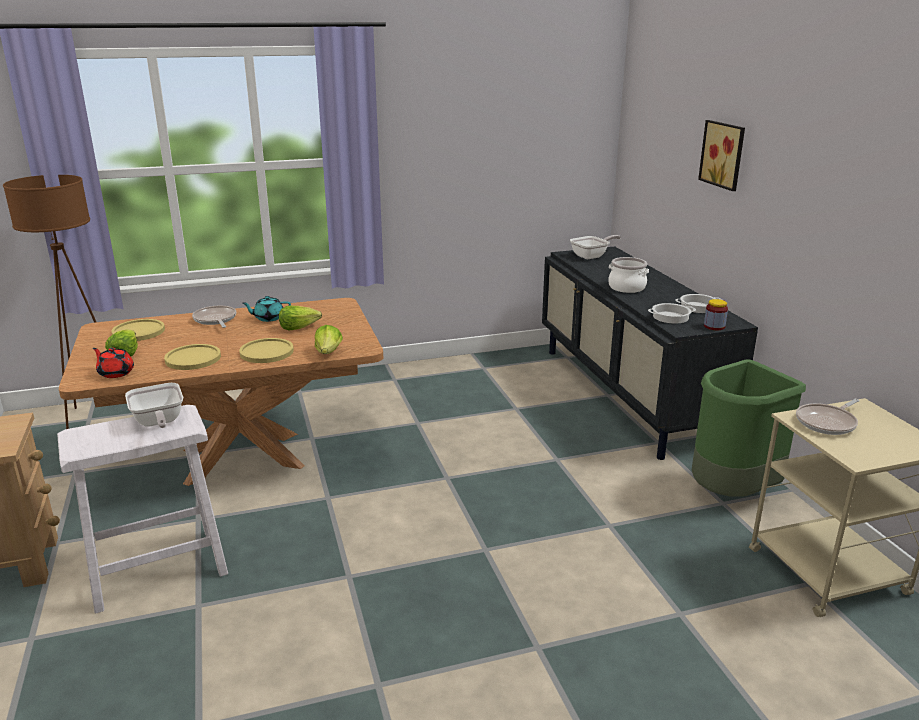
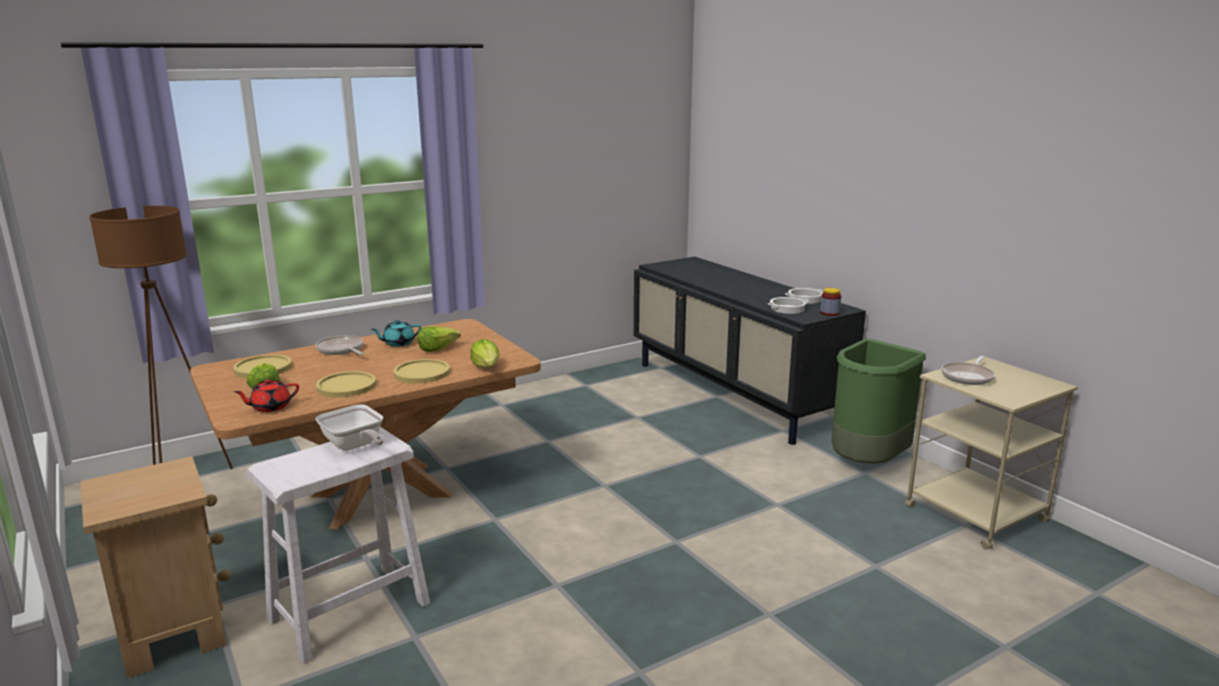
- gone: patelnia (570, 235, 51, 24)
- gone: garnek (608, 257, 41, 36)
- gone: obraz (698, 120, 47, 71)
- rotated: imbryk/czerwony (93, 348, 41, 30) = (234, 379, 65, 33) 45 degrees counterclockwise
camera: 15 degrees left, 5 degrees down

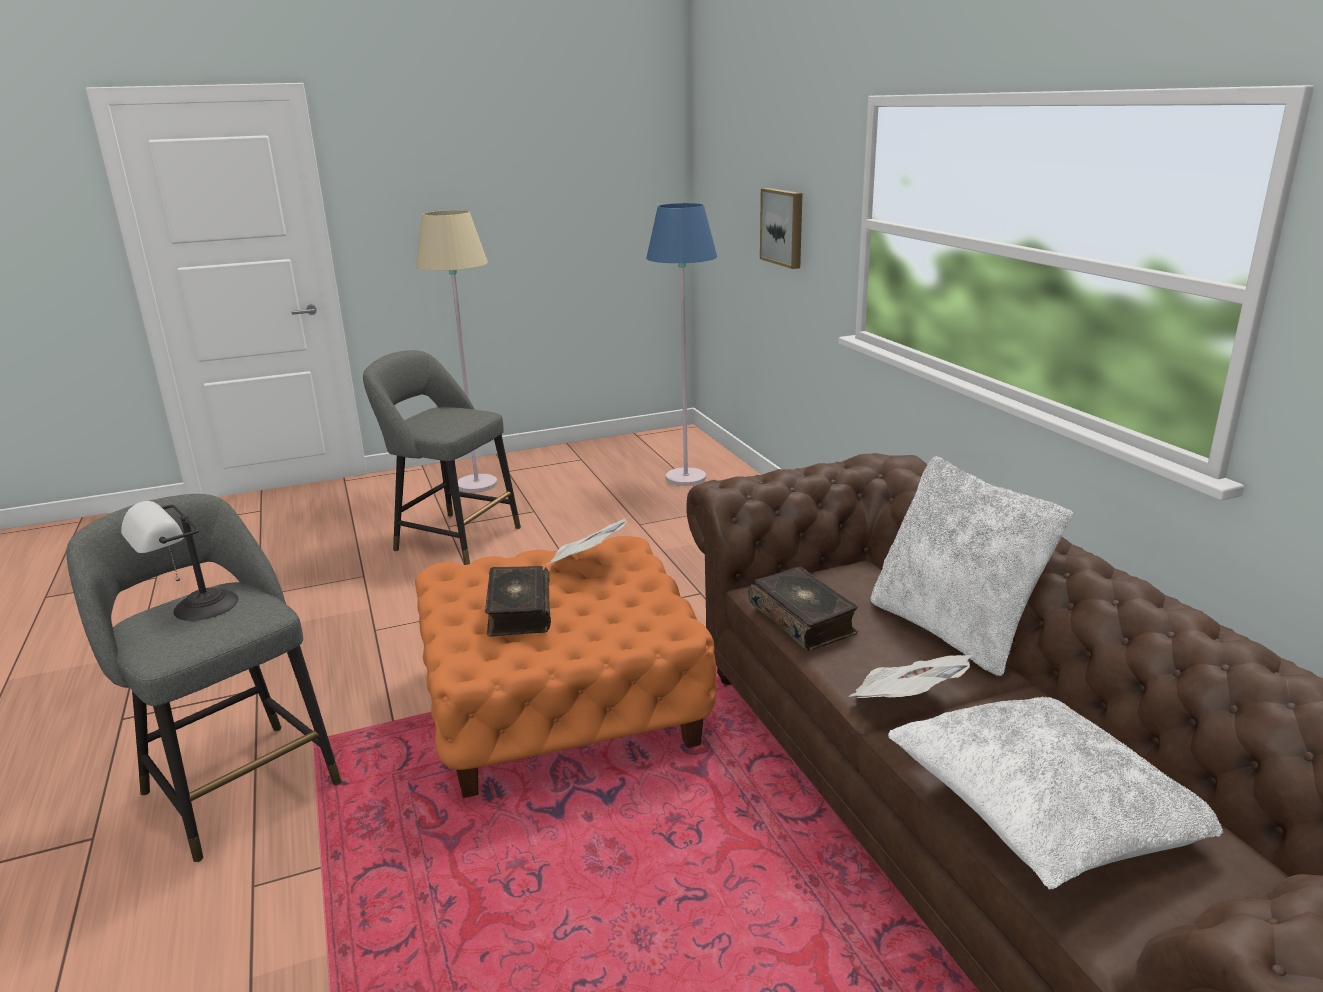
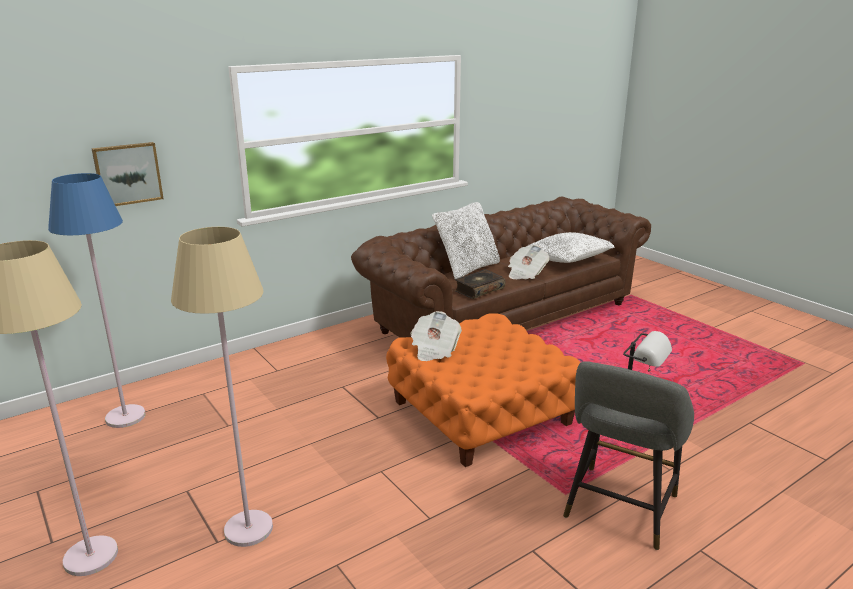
- gone: książka (485, 566, 66, 70)
- swapped: stołek/szary (363, 350, 158, 215) to lampa stojąca/beżowy (171, 227, 102, 320)
camera: 105 degrees left, 0 degrees up

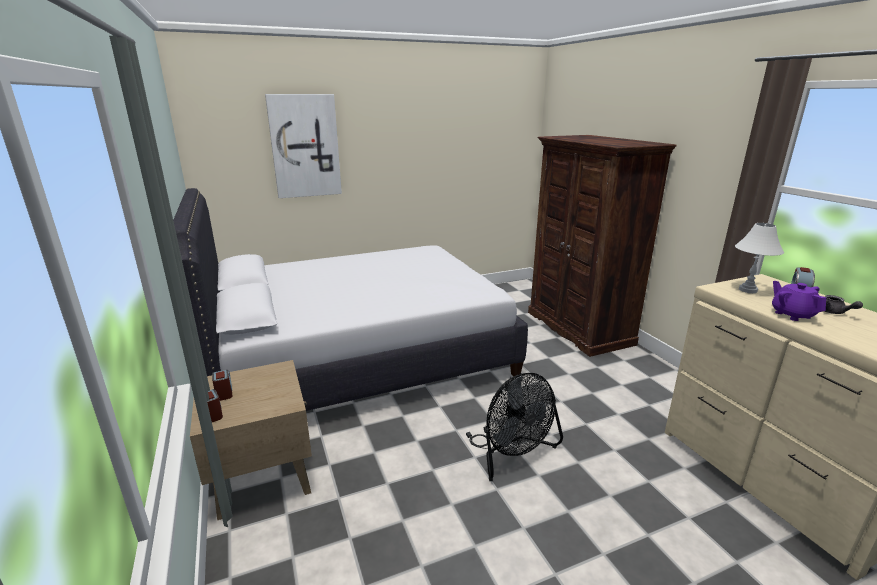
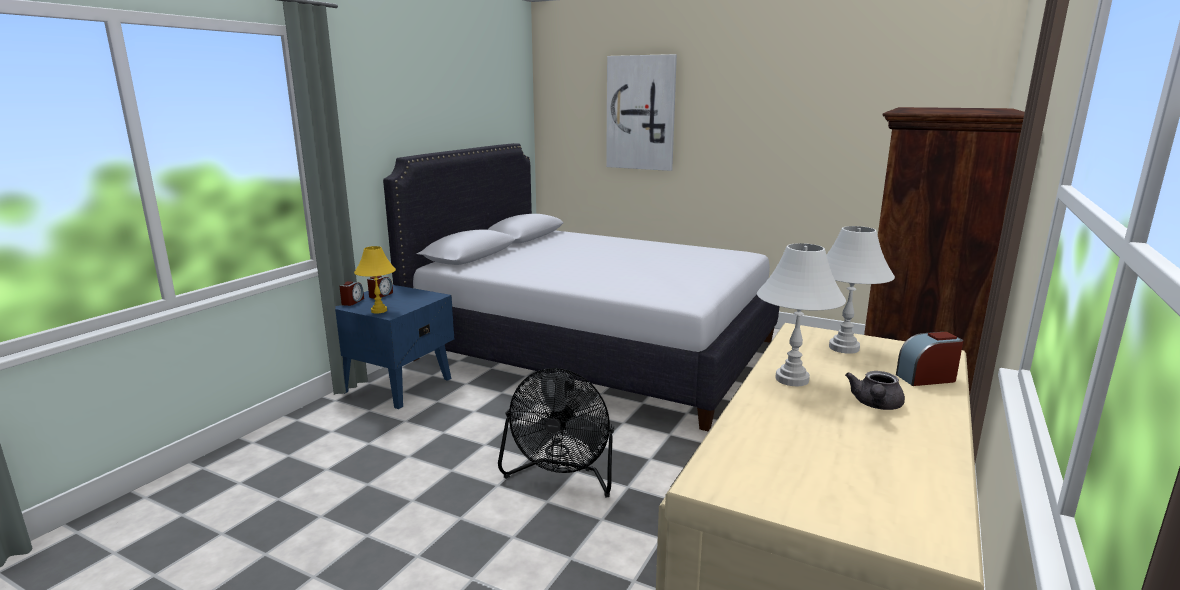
- new: lampa stołowa/żółty (354, 246, 42, 67)
- swapped: imbryk/fioletowy (772, 281, 54, 40) to lampa stołowa/biały (757, 243, 89, 143)
- repainted: szafka nocna/beżowy (190, 360, 122, 160) to szafka nocna/niebieski (335, 285, 119, 124)
camera: 50 degrees right, 5 degrees down

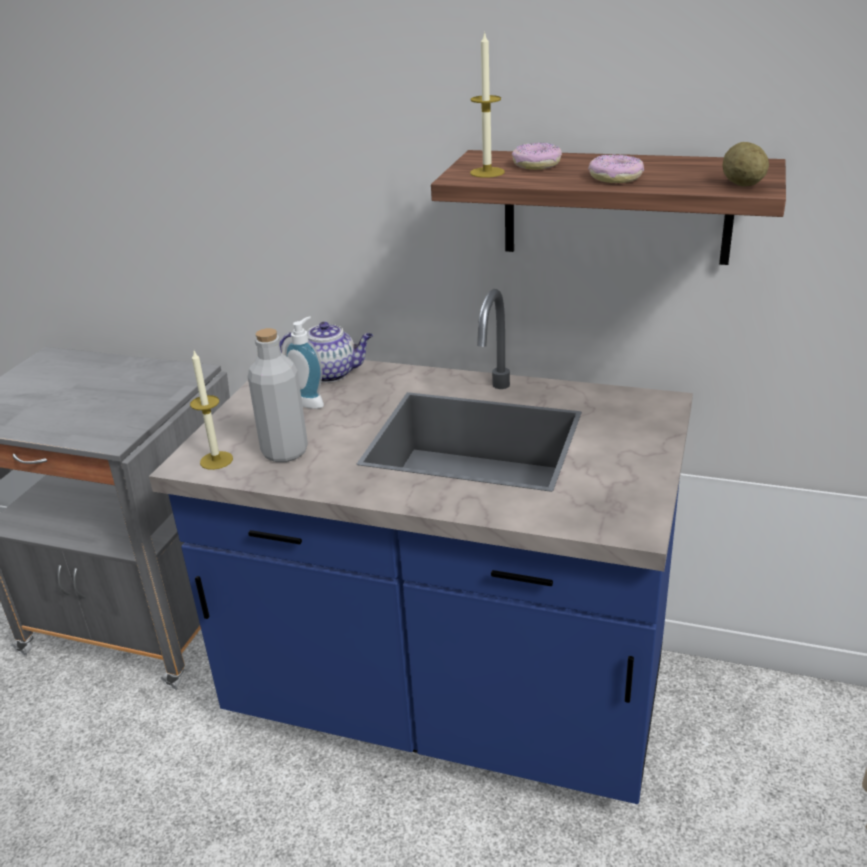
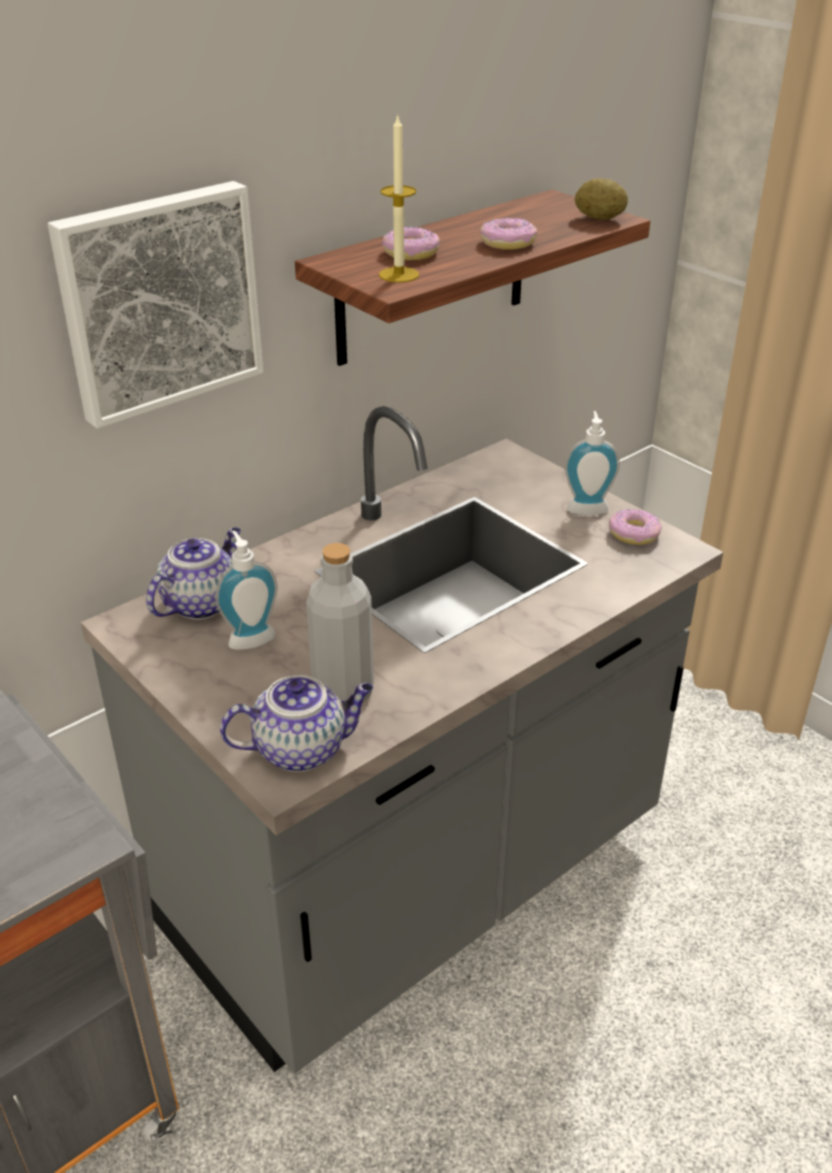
- new: obraz (47, 181, 216, 247)
- new: dozownik mydła (565, 411, 55, 104)
- new: donut (609, 509, 53, 36)
- swapped: świeca (190, 351, 43, 119) to imbryk (220, 675, 153, 97)
- repainted: zabudowa kuchenna/niebieski (149, 289, 544, 515) to zabudowa kuchenna/szary (81, 406, 642, 668)
camera: 60 degrees left, 5 degrees up

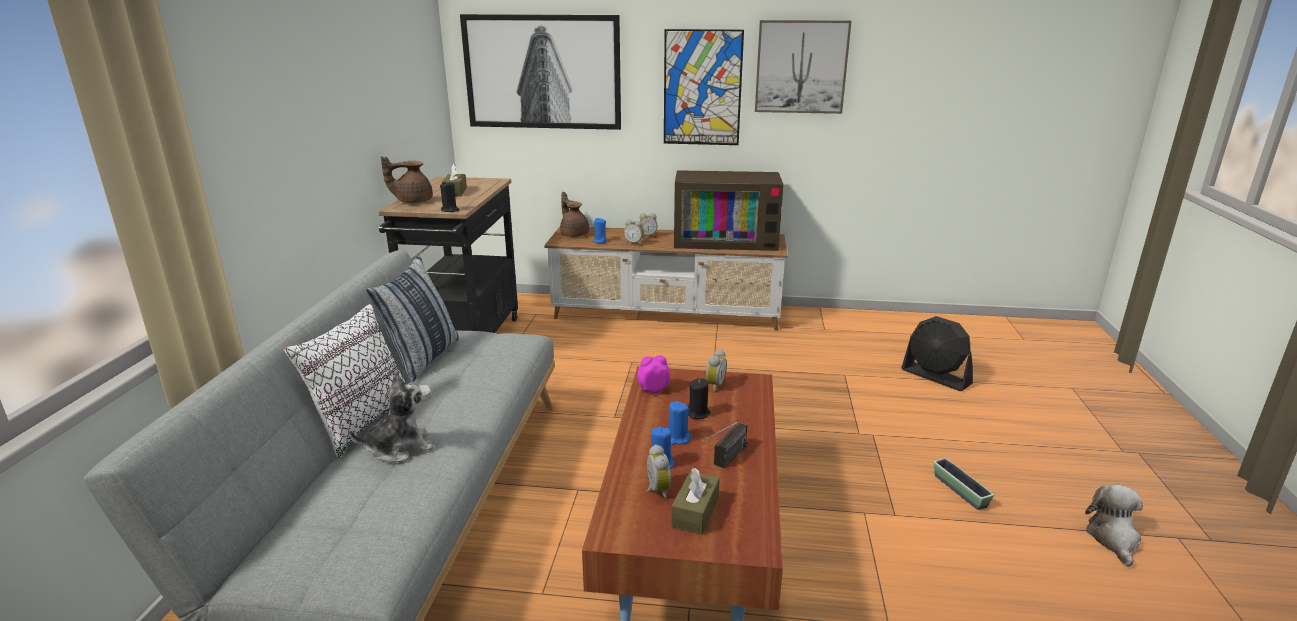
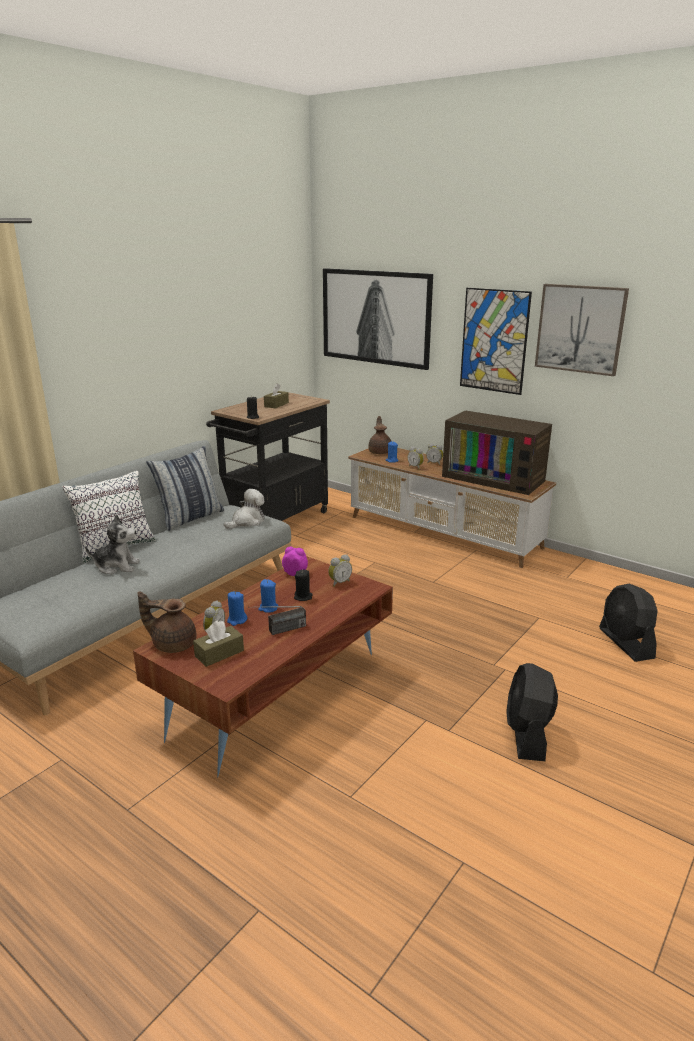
- shifted: imbryk/brązowy (381, 156, 52, 47) to (138, 591, 59, 62)
- shifted: pluszak (1085, 484, 58, 83) to (224, 489, 40, 40)
- swapped: donica (934, 458, 60, 52) to wentylator/czarny (506, 663, 52, 98)
camera: 30 degrees right, 0 degrees up

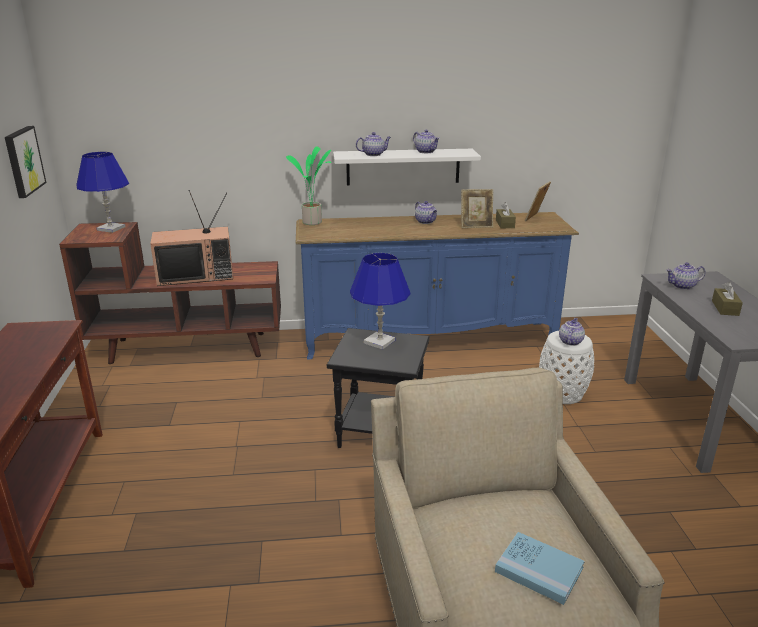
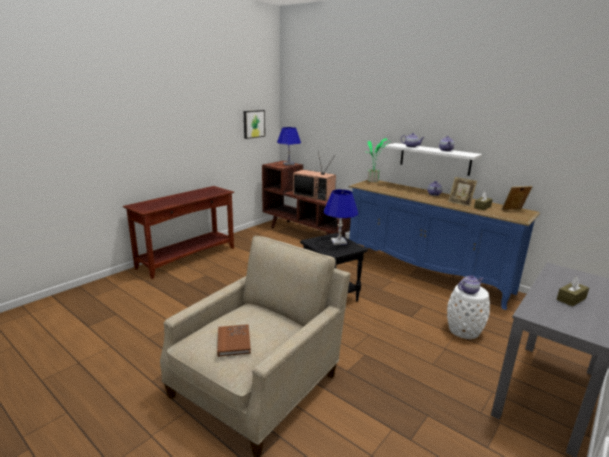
- gone: imbryk (666, 262, 40, 28)
- repainted: książka/niebieski (495, 532, 90, 73) to książka/brązowy (217, 324, 34, 33)
camera: 45 degrees right, 5 degrees down

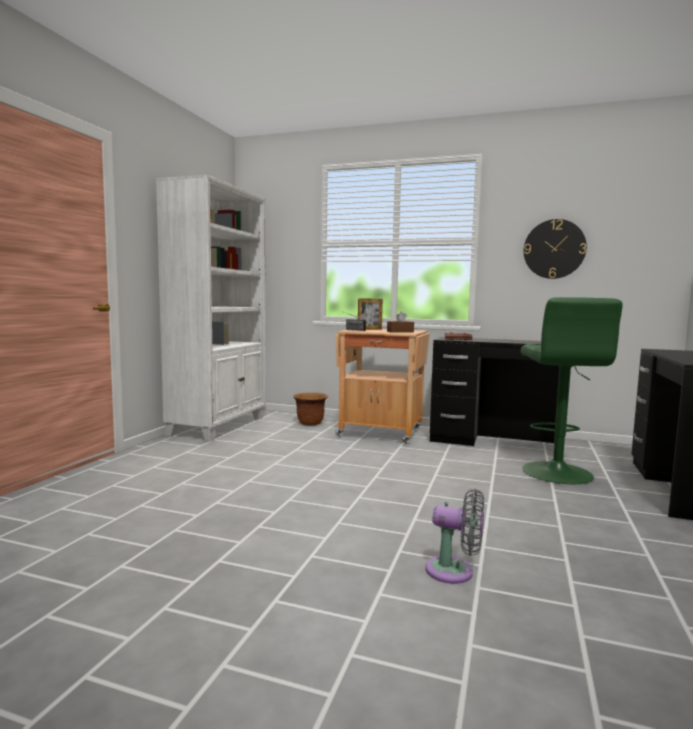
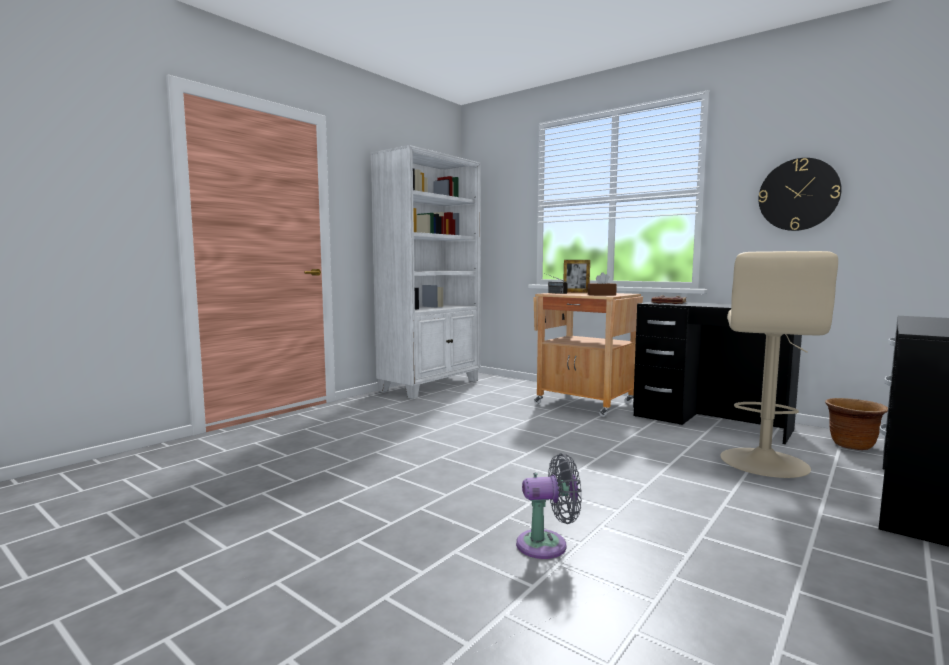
- shifted: donica/brązowy (294, 392, 34, 34) to (825, 398, 63, 52)
- repainted: stołek/zielony (521, 297, 102, 187) to stołek/beżowy (720, 251, 118, 227)
- rotated: wentylator/szary (425, 489, 59, 95) = (516, 453, 66, 106) 45 degrees counterclockwise
camera: 20 degrees right, 0 degrees up

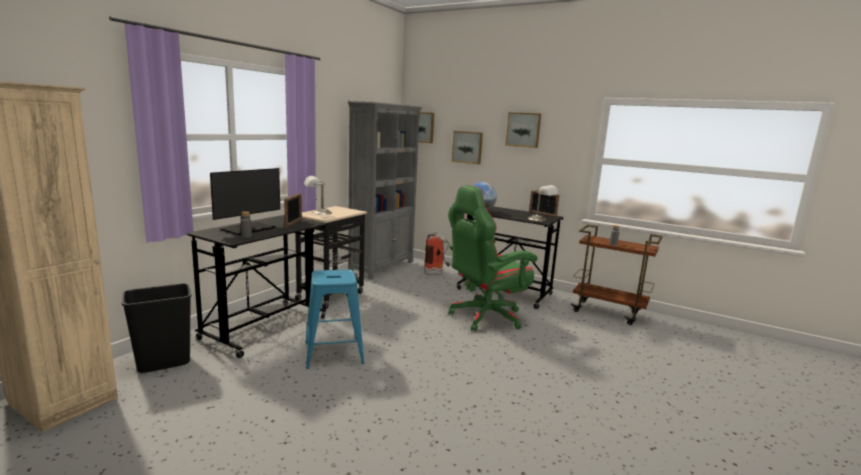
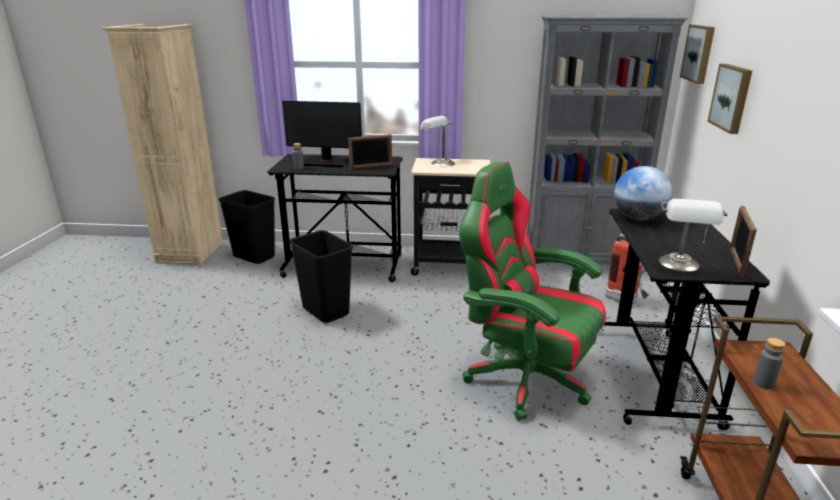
- gone: obraz (505, 112, 36, 36)
- swapped: stołek/niebieski (305, 269, 59, 100) to kosz na śmieci/czarny (289, 230, 64, 93)
camera: 65 degrees right, 10 degrees up

